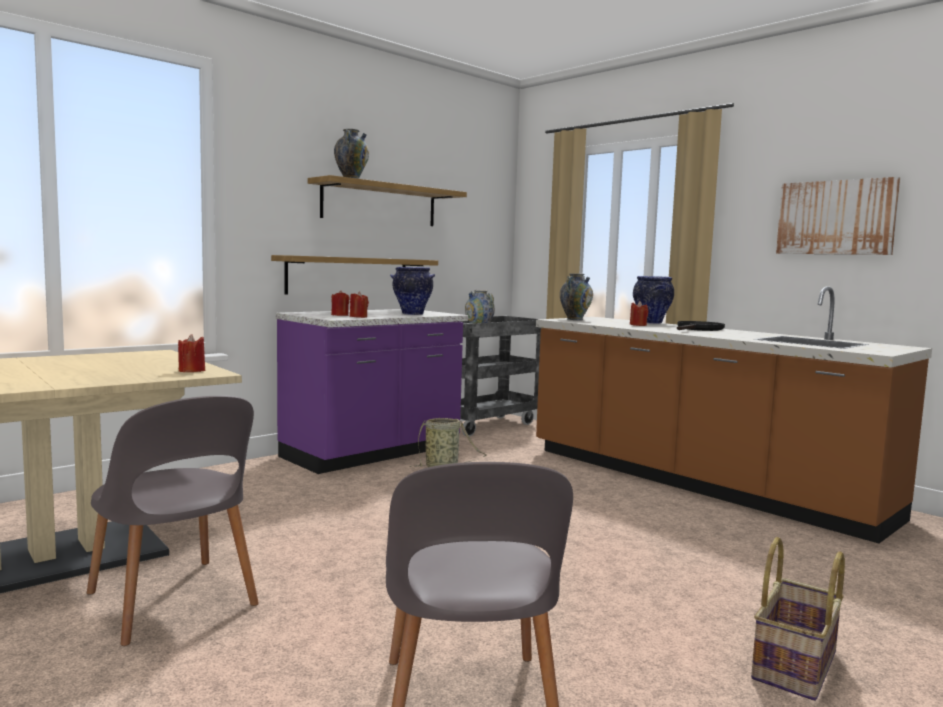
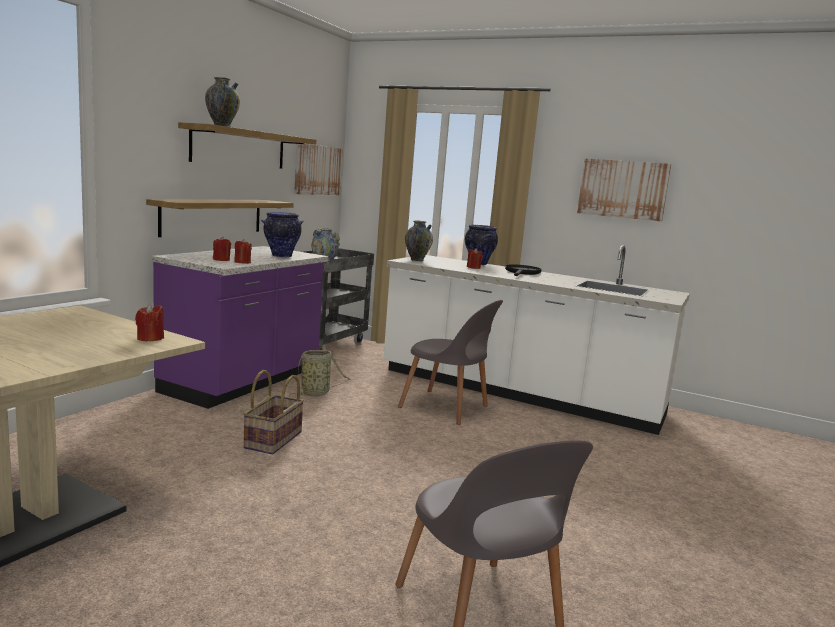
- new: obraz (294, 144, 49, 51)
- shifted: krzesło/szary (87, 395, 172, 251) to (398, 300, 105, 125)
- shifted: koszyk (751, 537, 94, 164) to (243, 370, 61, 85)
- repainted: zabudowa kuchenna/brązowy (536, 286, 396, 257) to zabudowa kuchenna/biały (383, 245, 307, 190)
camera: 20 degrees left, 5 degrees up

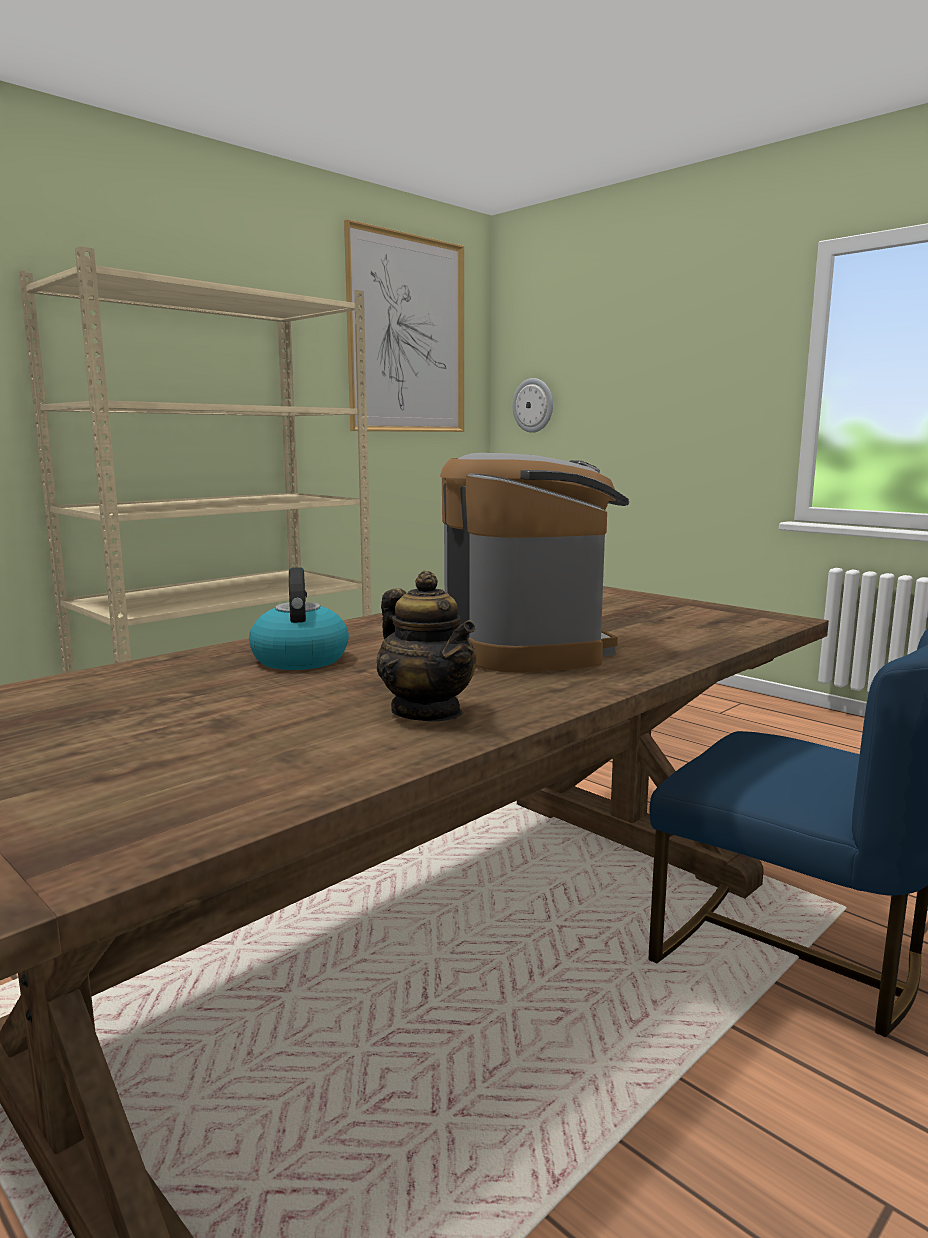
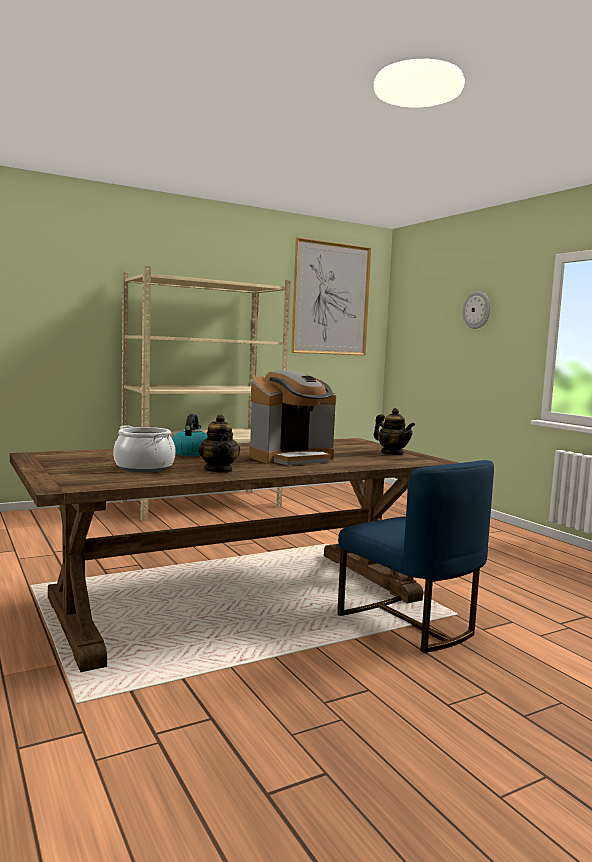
- new: garnek (113, 425, 63, 47)
- new: imbryk (374, 408, 41, 47)
- shifted: zegar ścienny (512, 378, 41, 55) to (463, 291, 27, 38)
- rotated: ekspres do kawy (440, 453, 189, 220) = (249, 370, 87, 95) 60 degrees clockwise
camera: 15 degrees right, 5 degrees down

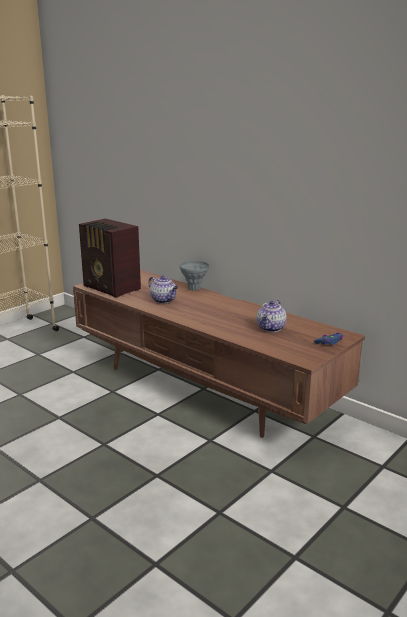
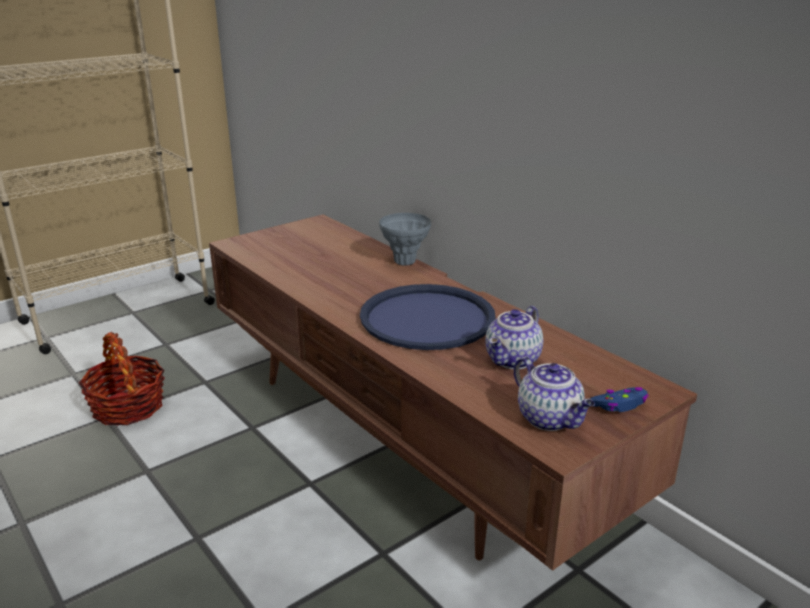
- gone: radio (79, 218, 62, 80)
- new: koszyk (79, 332, 86, 94)
- new: taca/niebieski (360, 284, 136, 66)
- shifted: imbryk (149, 276, 29, 27) to (514, 357, 81, 74)
camera: 10 degrees right, 5 degrees up

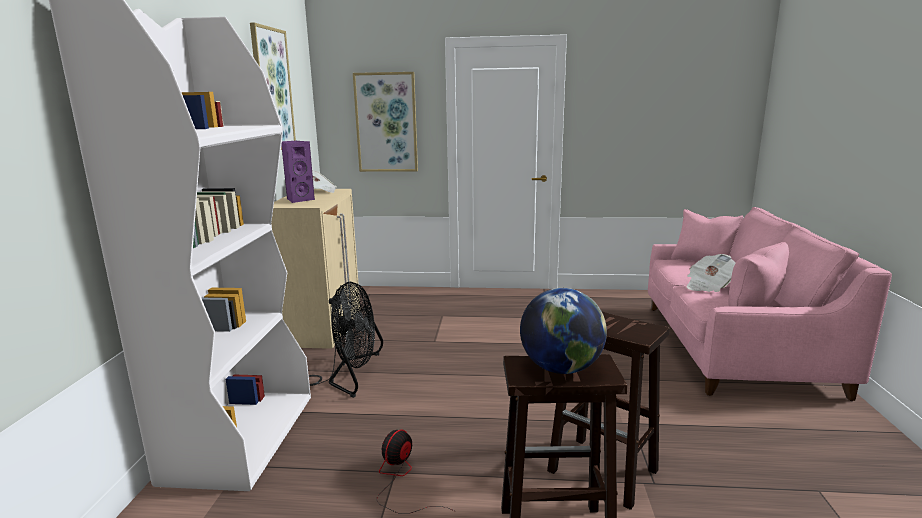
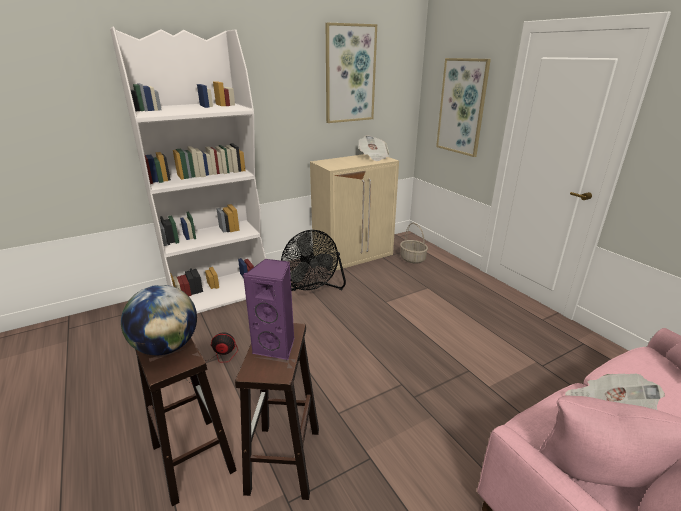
- new: koszyk (400, 223, 28, 40)
- shifted: głośnik/fioletowy (281, 141, 34, 62) to (243, 259, 52, 101)
camera: 55 degrees right, 10 degrees up

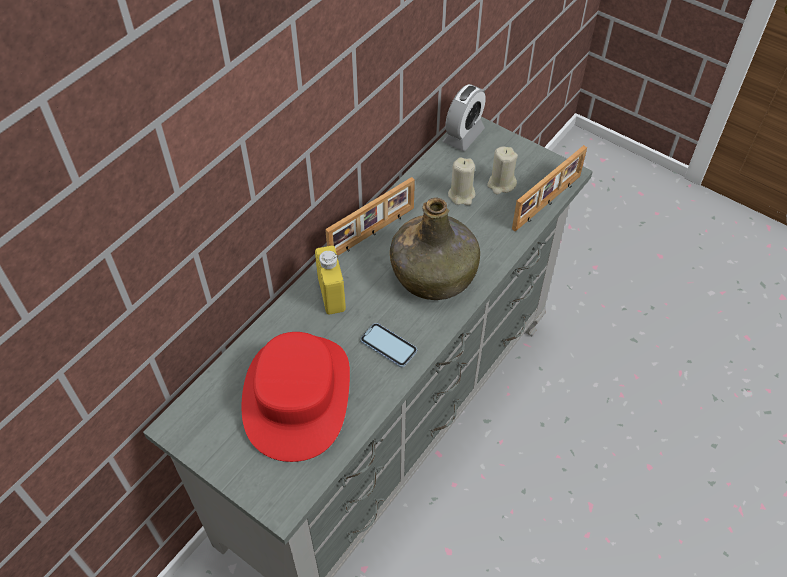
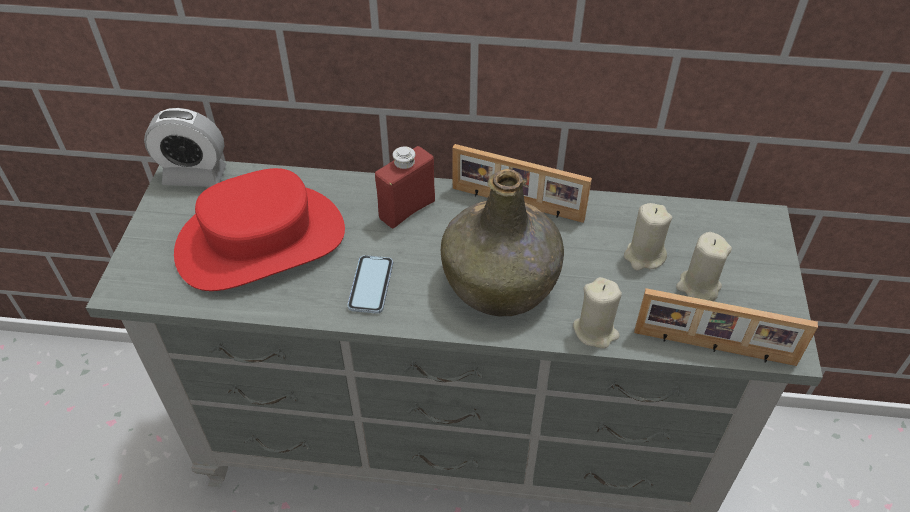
- new: świeca/beżowy (573, 277, 49, 72)
- shifted: budzik (443, 84, 43, 67) to (144, 108, 83, 79)
- repainted: butelka/żółty (315, 246, 31, 68) to butelka/czerwony (375, 146, 60, 82)
camera: 60 degrees right, 5 degrees down

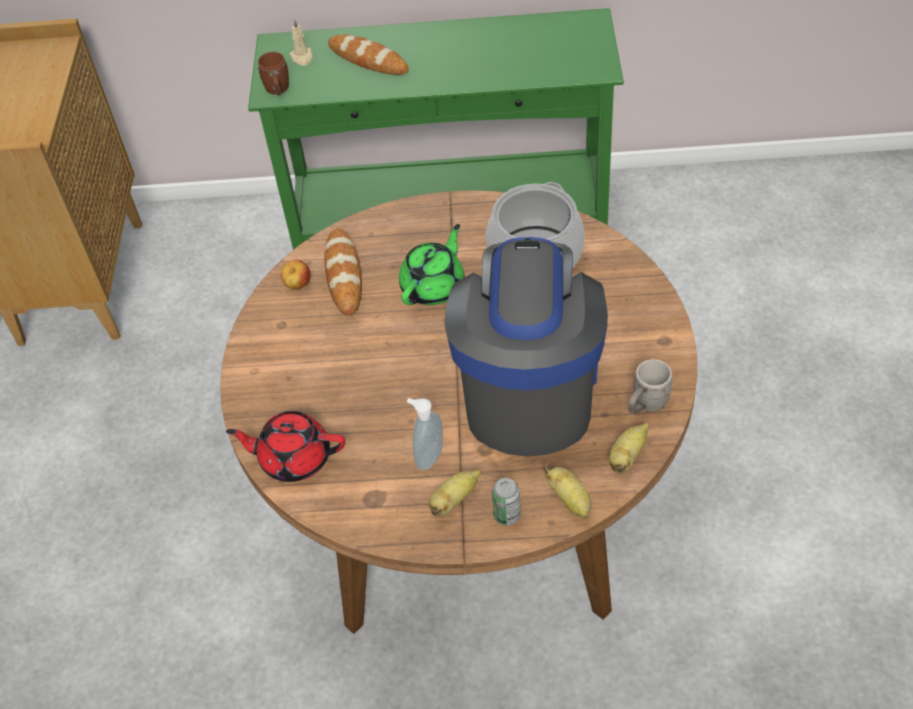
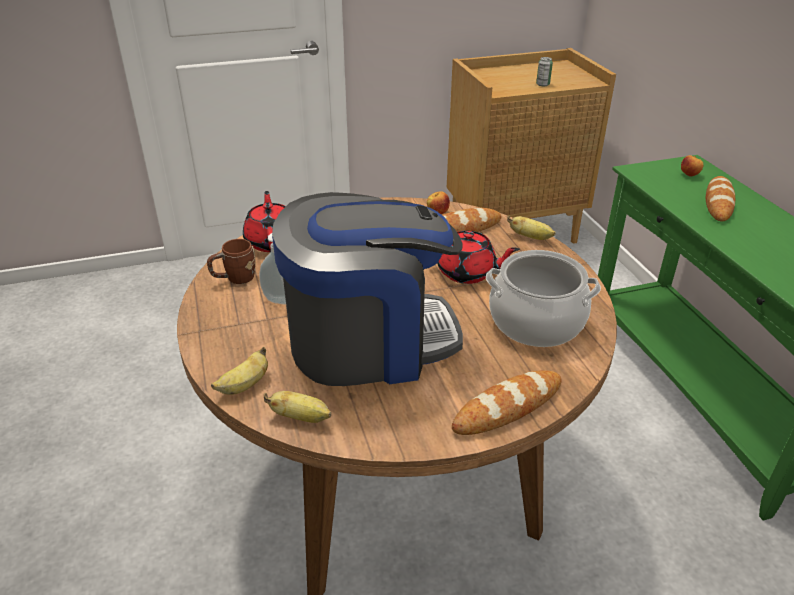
- gone: kubek/szary (628, 359, 45, 56)
- new: chleb (452, 370, 110, 65)
- shifted: kubek/brązowy (258, 52, 31, 43) to (207, 239, 48, 45)
- shifted: banan (429, 470, 52, 46) to (507, 215, 49, 25)
- shifted: puszka (492, 478, 29, 47) to (536, 57, 17, 29)
- swapped: świeca/beżowy (289, 19, 24, 47) to jabłko (681, 155, 23, 21)
- repainted: imbryk/zielony (399, 224, 66, 81) to imbryk/czerwony (437, 231, 83, 53)
camera: 70 degrees right, 15 degrees down

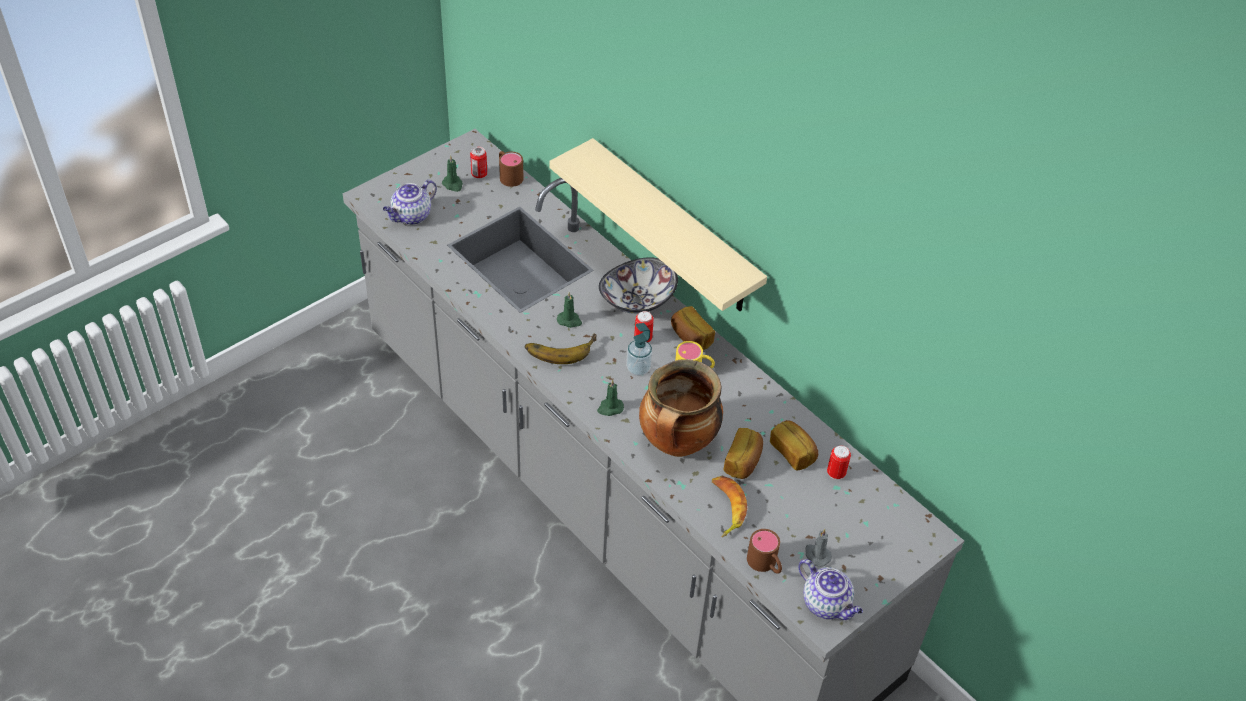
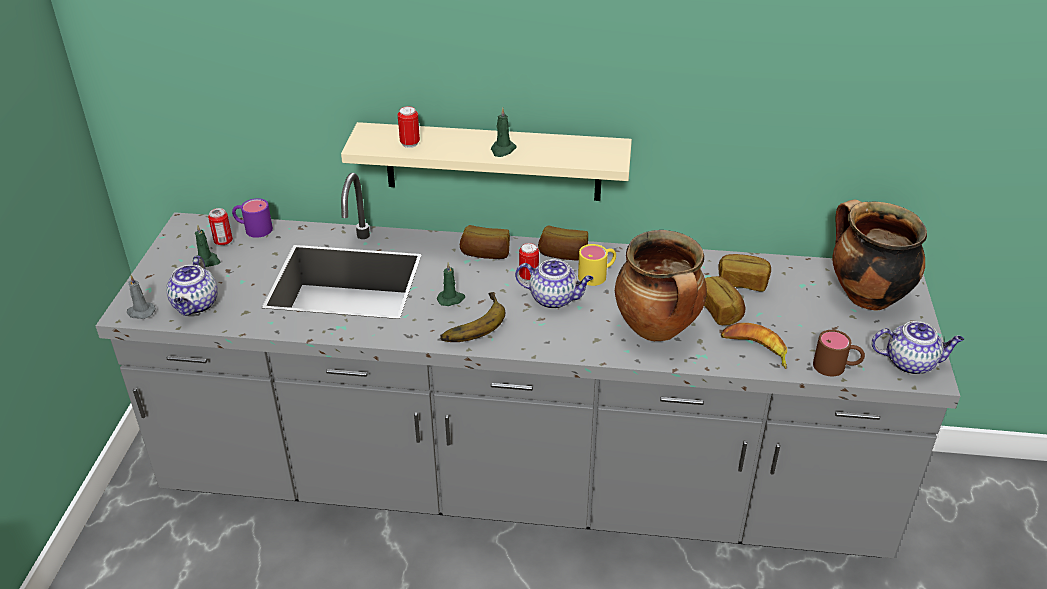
- new: garnek (832, 199, 95, 111)
- shifted: świeca/zielony (597, 379, 27, 37) to (491, 108, 26, 49)
- shifted: świeca/szary (805, 529, 27, 38) to (127, 275, 29, 44)
- shifted: puszka (827, 445, 24, 35) to (398, 106, 22, 42)
- swapped: miska (599, 257, 79, 57) to chleb (460, 225, 50, 34)
- swapped: dozownik mydła (626, 323, 26, 53) to imbryk (515, 259, 78, 50)
- repainted: kubek/brązowy (499, 151, 24, 36) to kubek/fioletowy (232, 198, 41, 40)
camera: 40 degrees left, 10 degrees down

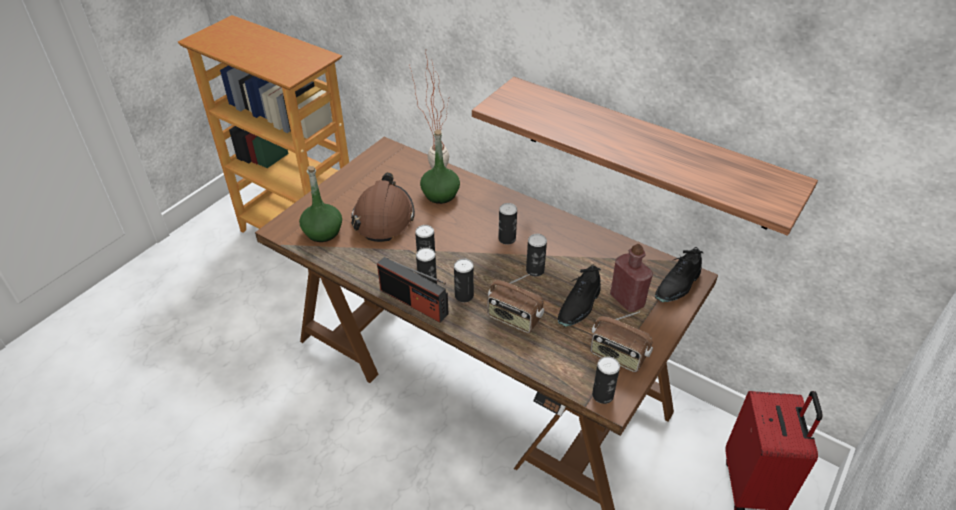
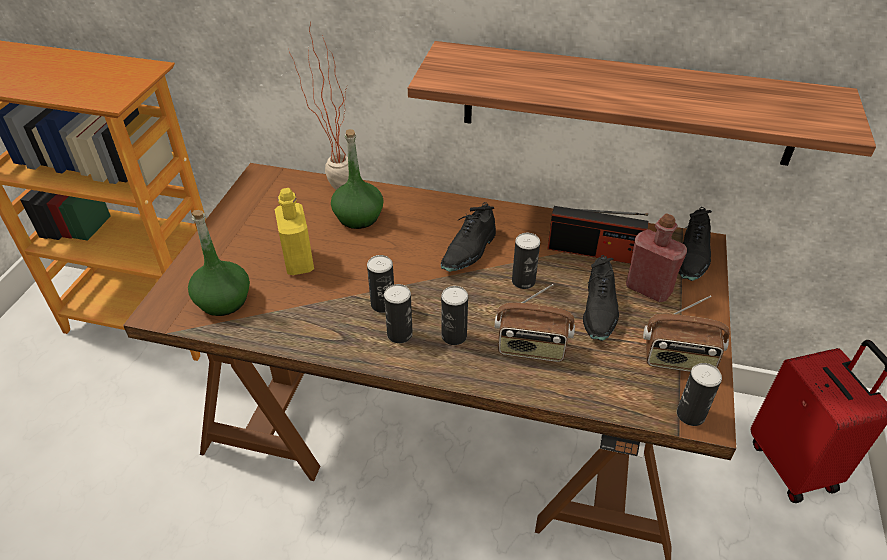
- shifted: radio (377, 257, 71, 65) to (548, 206, 101, 58)
- swapped: kask/brązowy (351, 172, 64, 70) to butelka/żółty (275, 188, 39, 87)
- swapped: puszka (498, 203, 19, 42) to but/czarny (441, 202, 55, 70)
camera: 20 degrees left, 0 degrees up

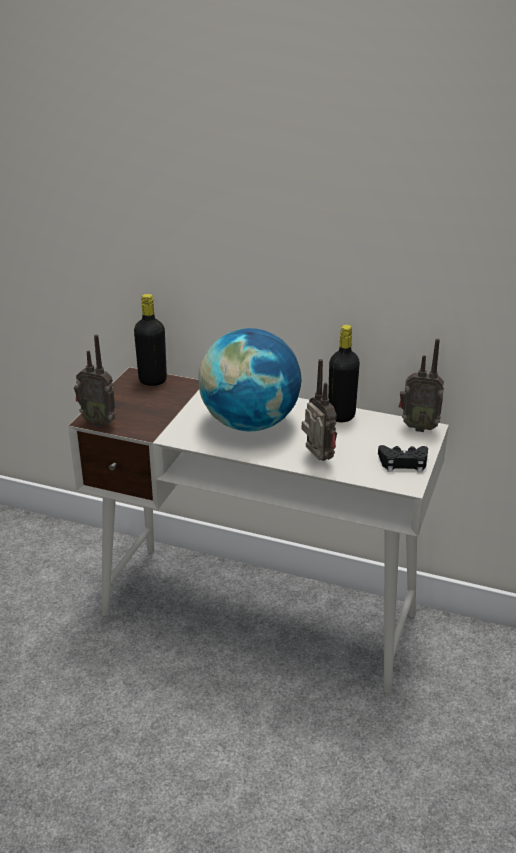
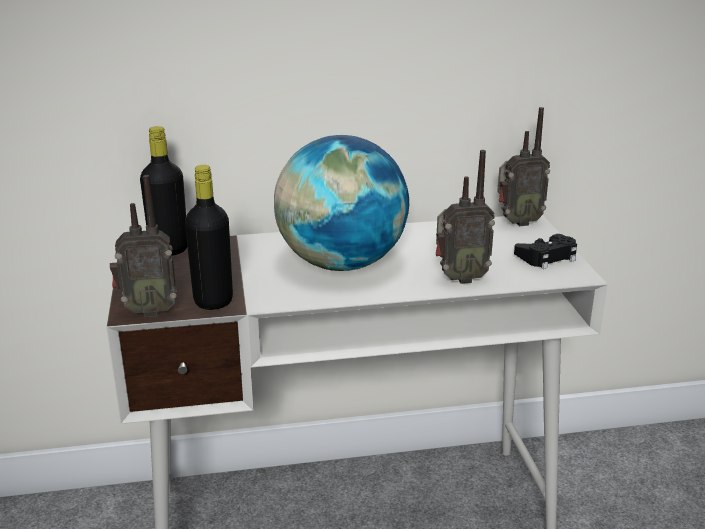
- shifted: butelka/czarny (328, 325, 32, 97) to (185, 165, 48, 145)
- rotated: radio (302, 359, 35, 102) = (436, 150, 59, 134) 135 degrees clockwise
camera: 30 degrees left, 5 degrees down

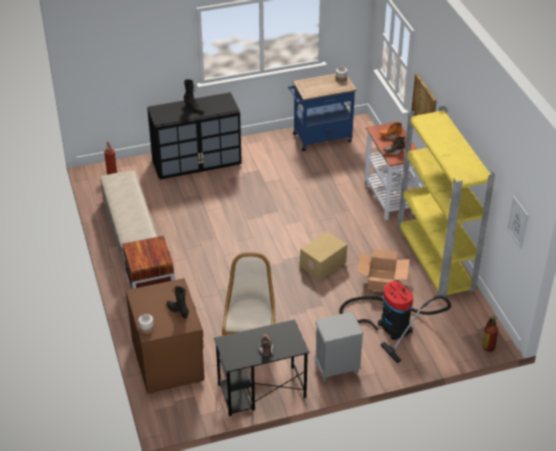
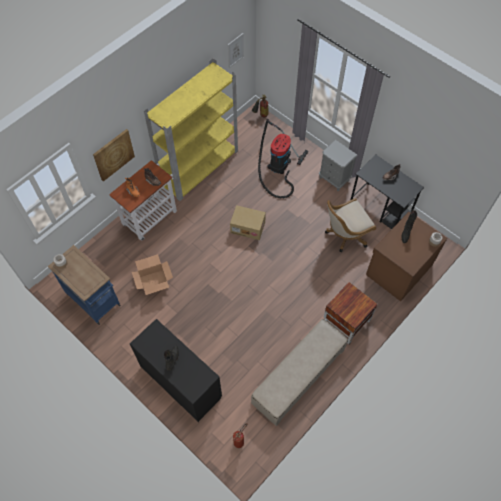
- shifted: karton (357, 249, 53, 42) to (132, 254, 41, 41)
camera: 120 degrees left, 20 degrees up

